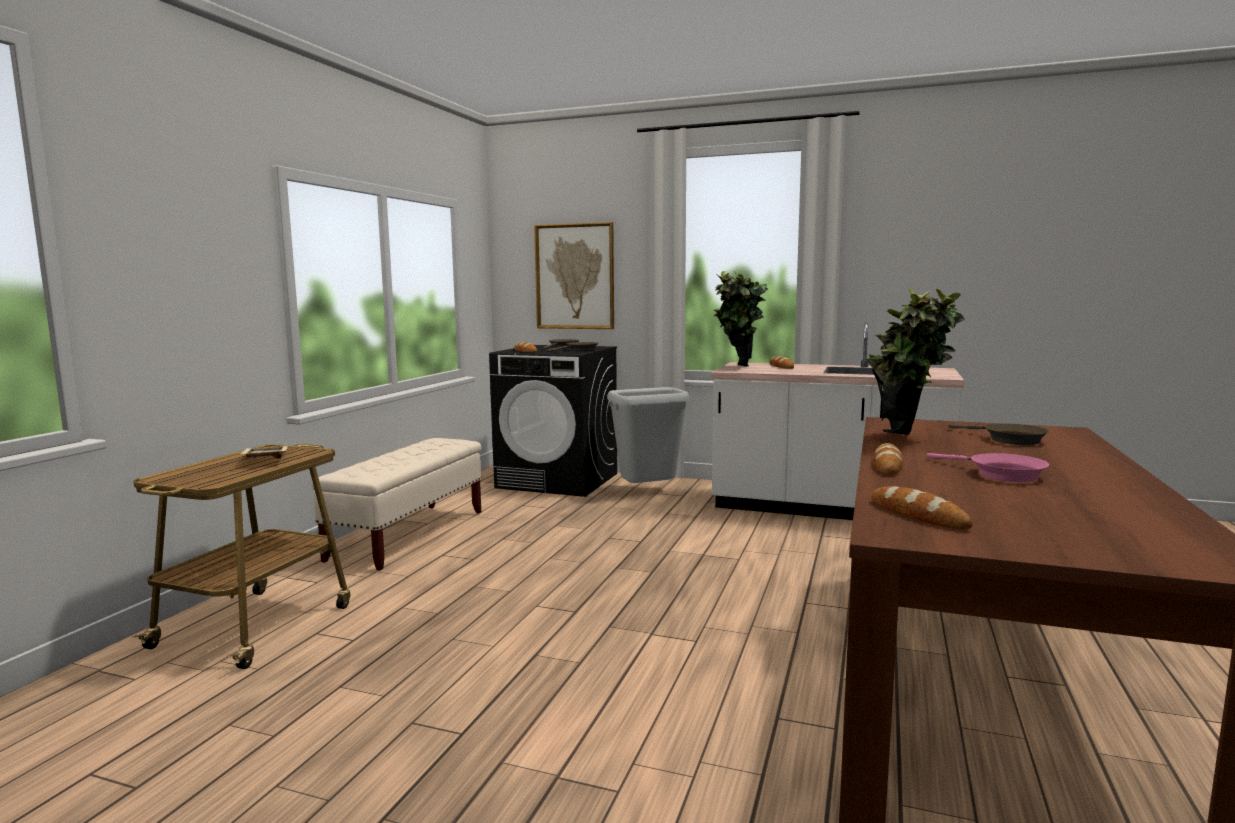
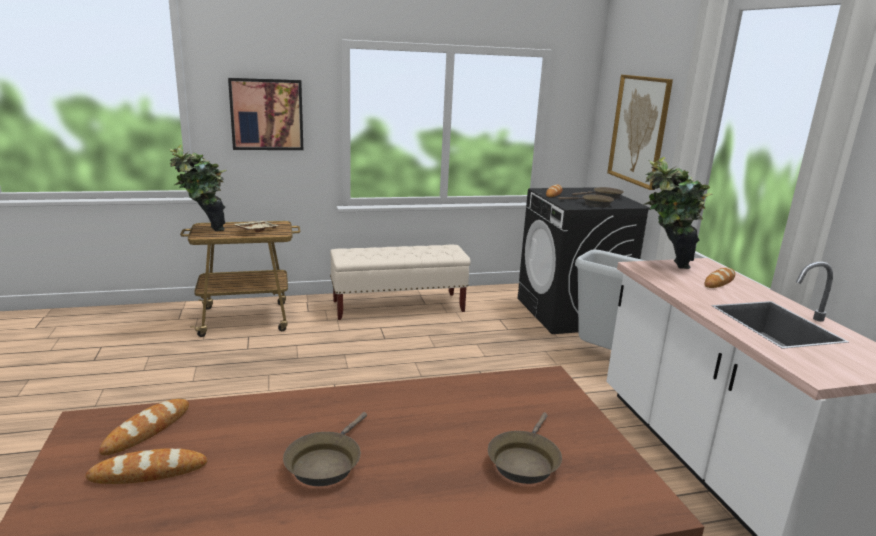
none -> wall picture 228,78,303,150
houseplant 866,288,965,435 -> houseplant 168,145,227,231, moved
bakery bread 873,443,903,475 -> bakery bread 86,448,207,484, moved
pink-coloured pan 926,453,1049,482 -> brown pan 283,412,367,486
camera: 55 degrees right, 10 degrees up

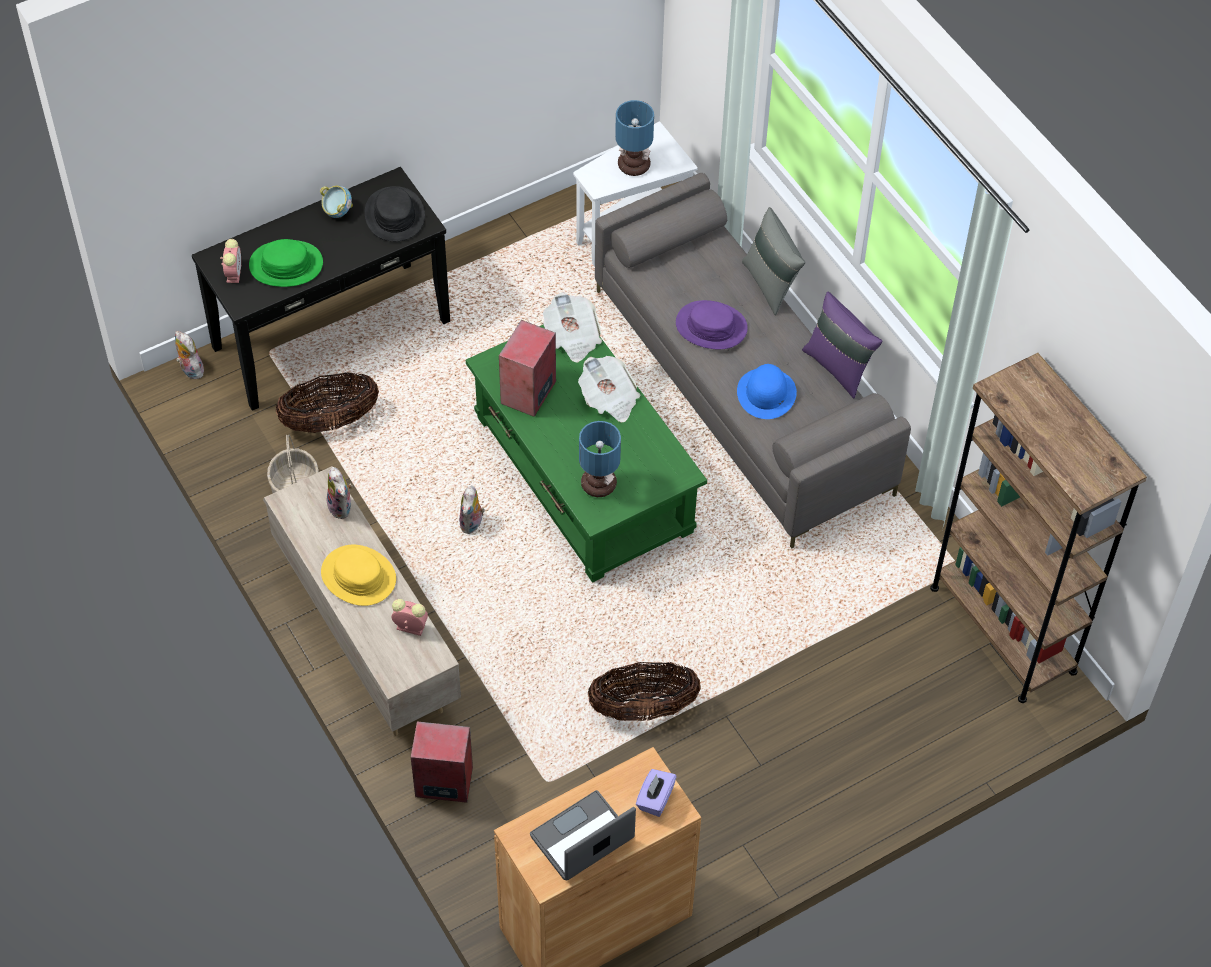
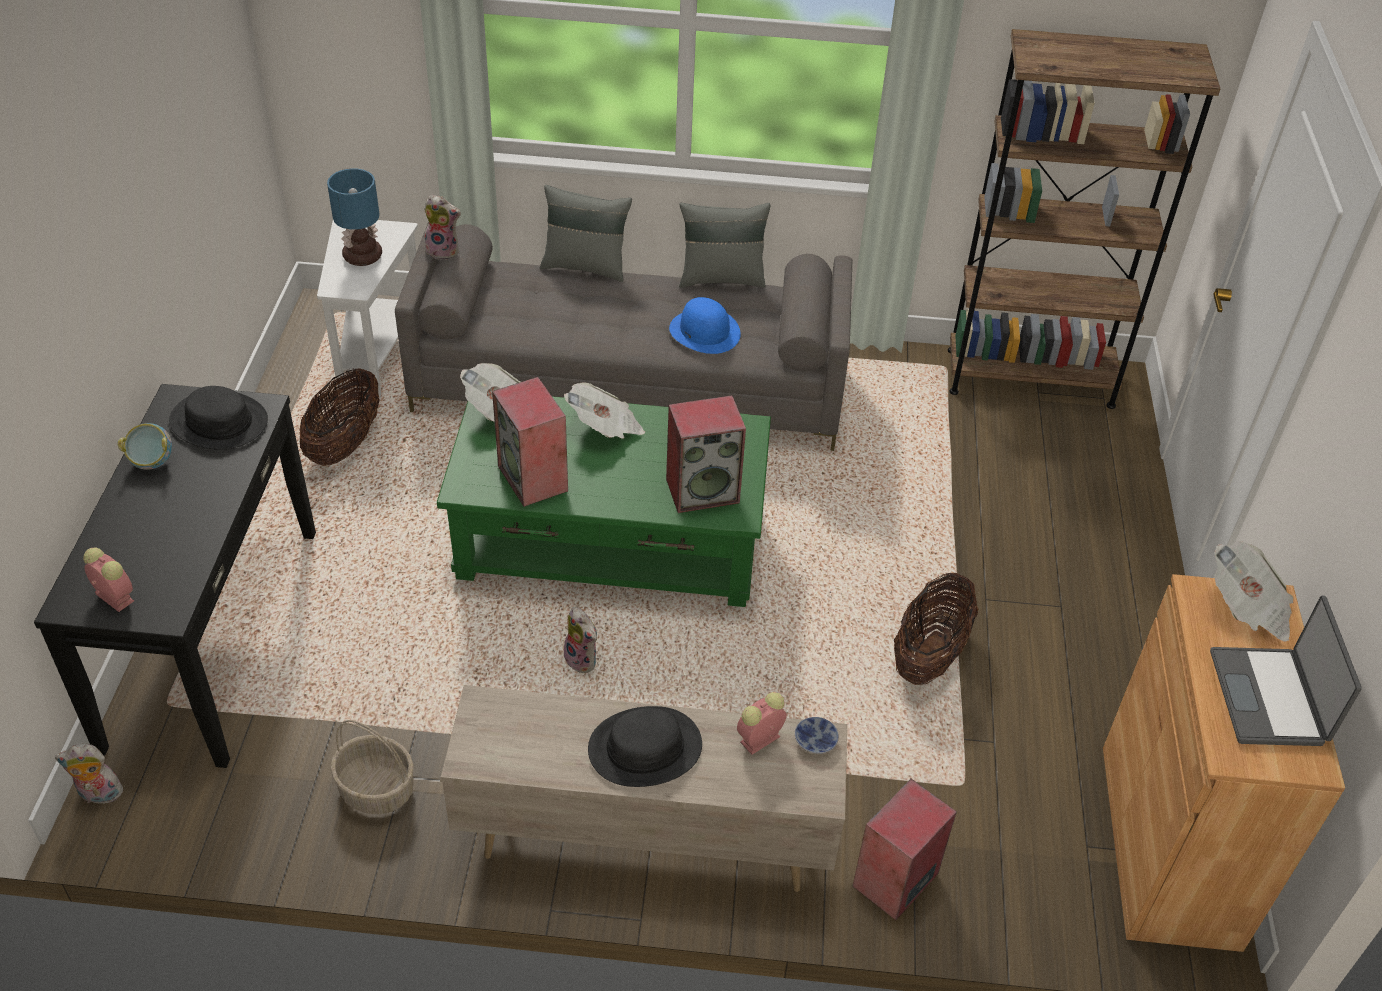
green clothing hat 249,239,323,287 -> none
purple-coloured clothing hat 676,300,748,349 -> none
none -> deep dish 795,717,839,754
household basket 276,372,379,433 -> household basket 299,368,379,466, moved
cuddly toy 327,467,353,519 -> cuddly toy 424,195,461,260, moved
tabletop lamp 579,421,621,497 -> loudspeaker 666,395,746,513
purple-coloured tissue box 636,769,677,817 -> printed paper 1215,541,1293,642
yellow clothing hat 321,545,396,606 -> blackish clothing hat 588,706,702,787
purple-coloured cushion 802,292,882,398 -> gray cushion 679,203,770,288
camera: 55 degrees left, 10 degrees down

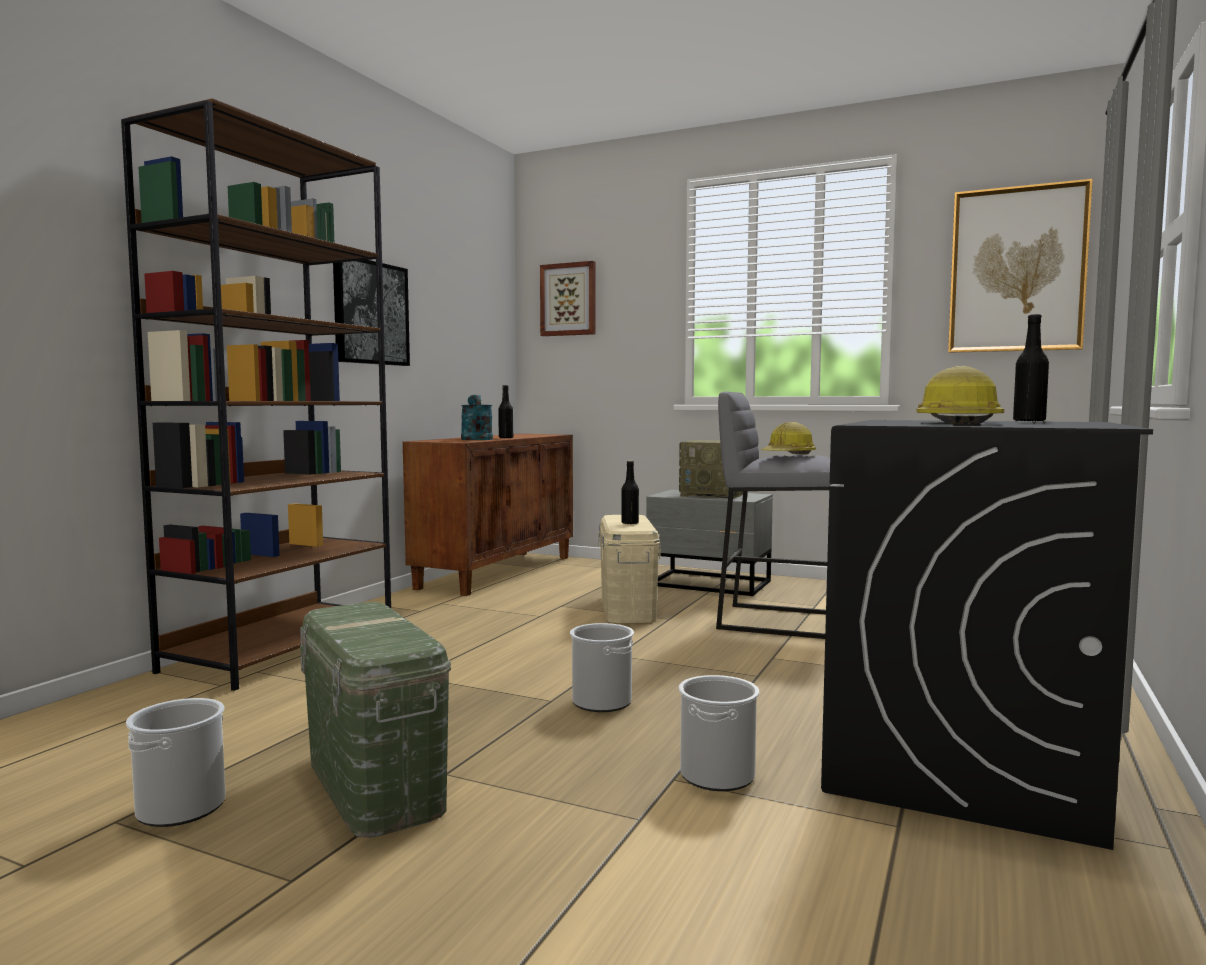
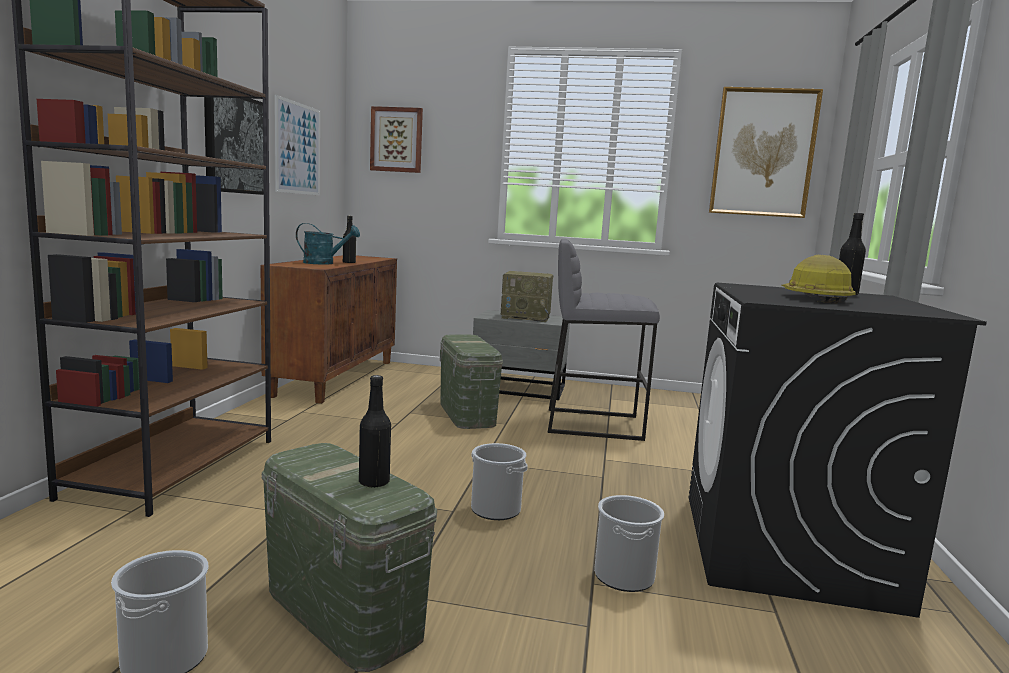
safety helmet 761,422,816,455 -> none
none -> wall picture 275,95,320,195
blackish bottle 621,461,639,524 -> blackish bottle 359,375,391,488, moved
beige-coloured storage box 598,515,661,623 -> green storage box 440,335,503,429
turquoise watering pot 461,395,493,440 -> turquoise watering pot 296,223,360,264, 120 degrees clockwise
camera: 15 degrees left, 5 degrees up

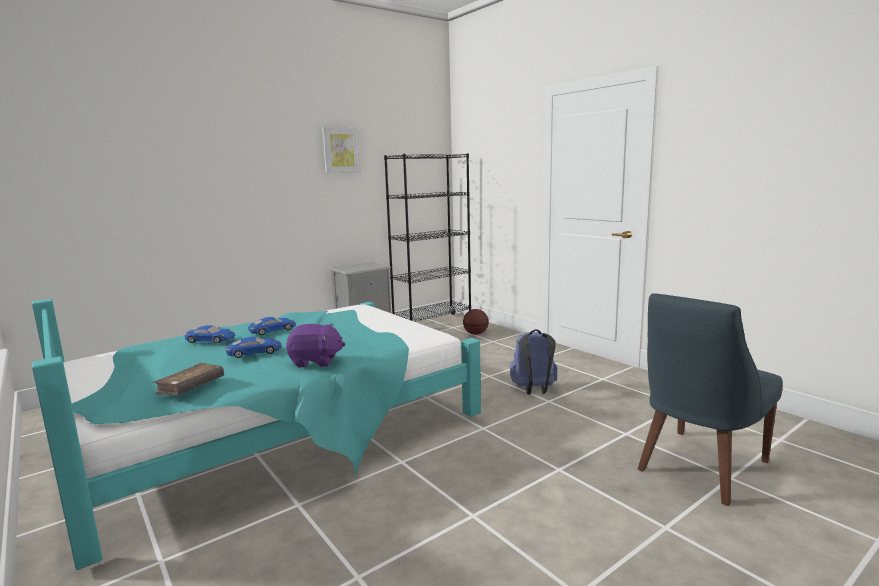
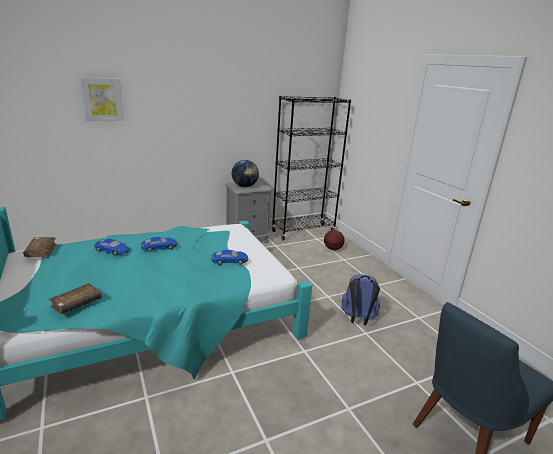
purple-coloured cuddly toy 286,324,345,367 -> none
none -> brown volume 23,237,56,258
none -> desk globe 232,160,259,187
bluish model car 226,337,282,358 -> bluish model car 212,250,248,265, moved
wall picture 322,127,361,173 -> wall picture 80,78,124,121, moved
camera: 10 degrees right, 10 degrees up

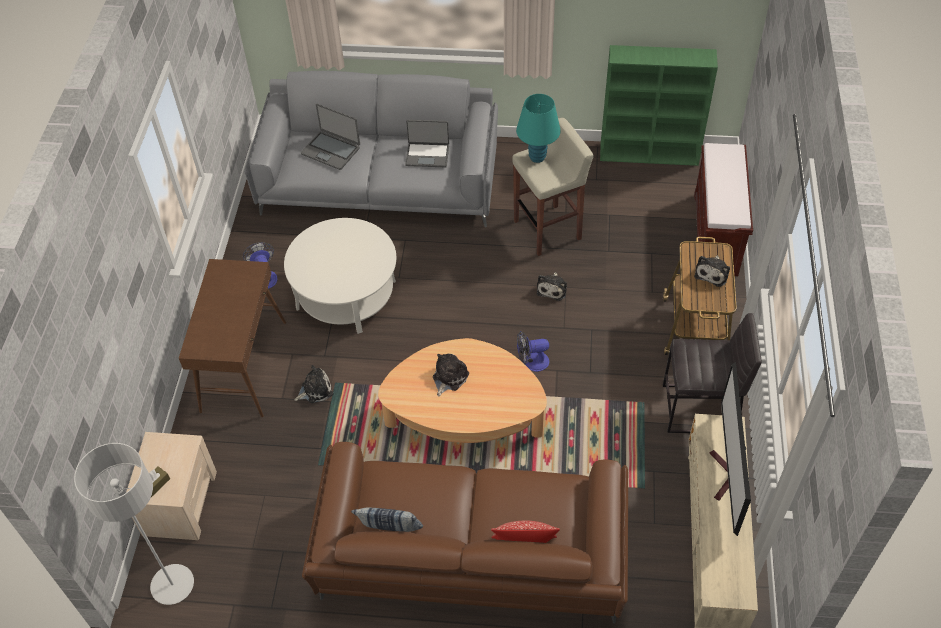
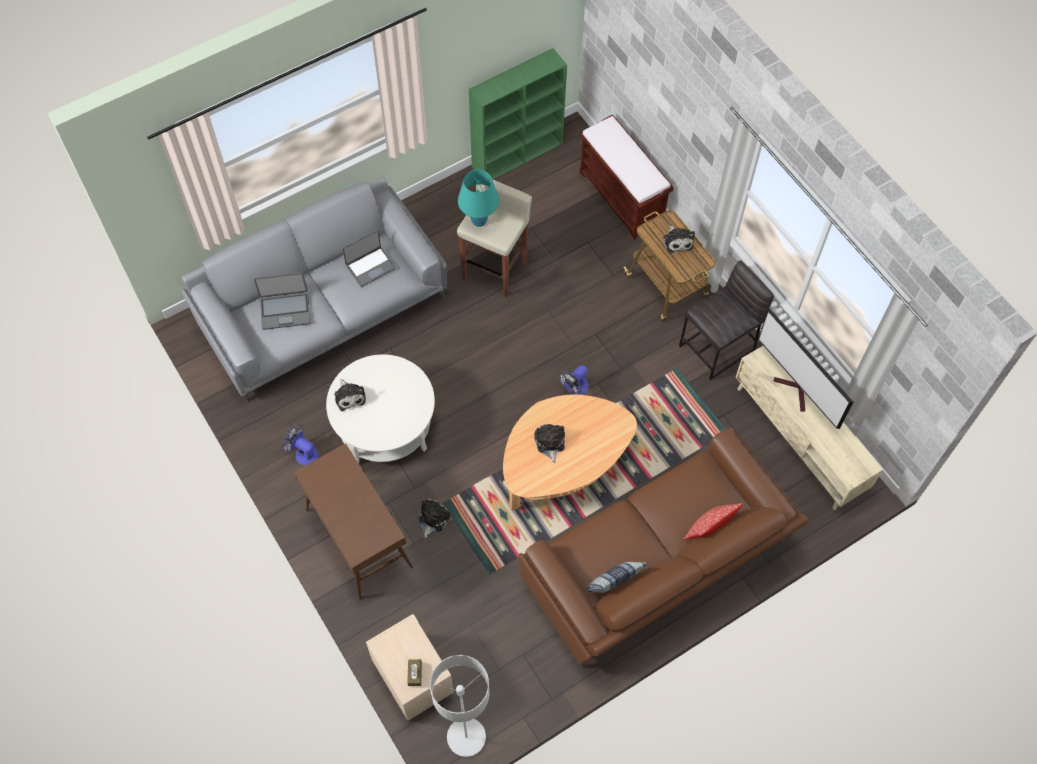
cuddly toy 537,272,567,301 -> cuddly toy 334,379,366,411, moved
camera: 40 degrees left, 10 degrees up

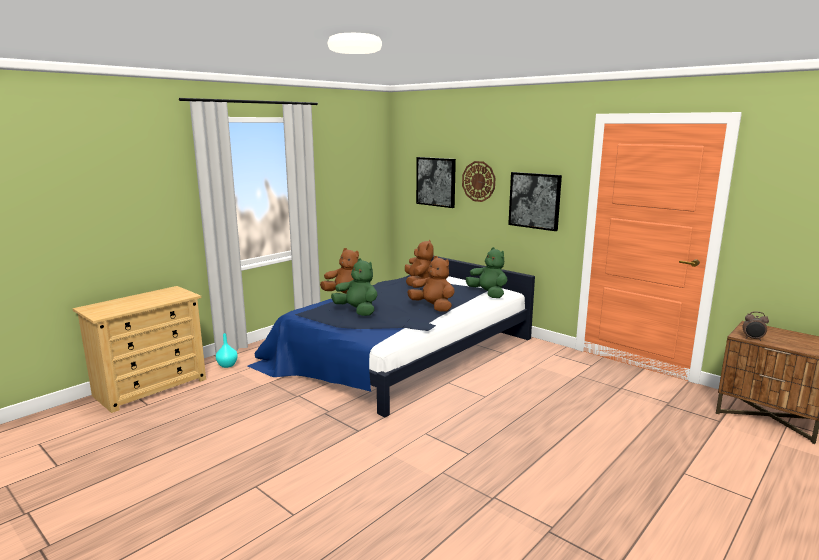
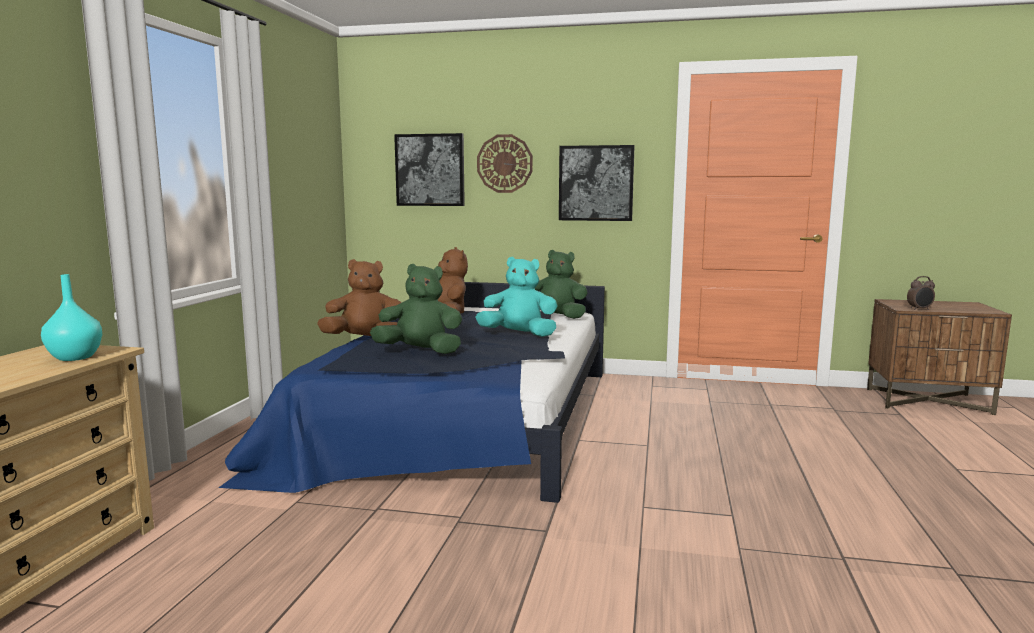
turquoise vase 216,333,238,368 -> turquoise vase 41,274,102,361, moved
brown cuddly toy 407,256,455,312 -> turquoise cuddly toy 476,257,558,337
camera: 30 degrees left, 5 degrees down

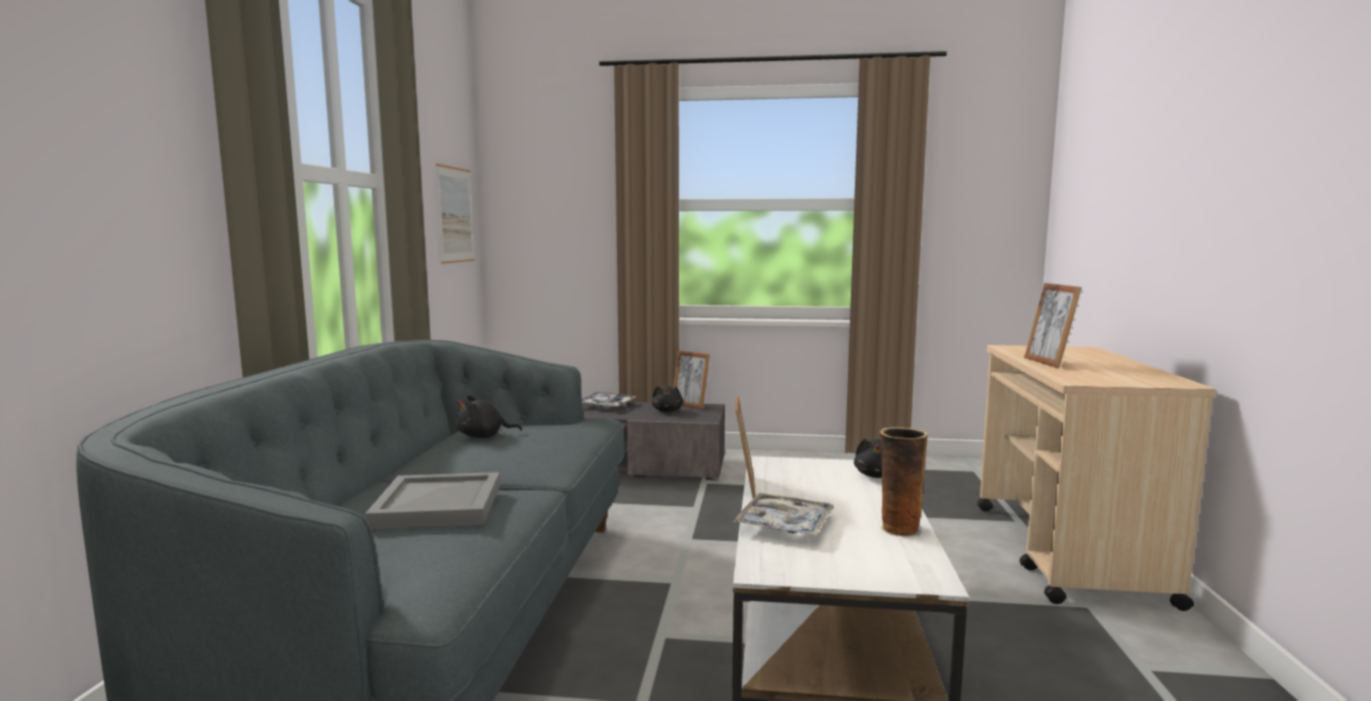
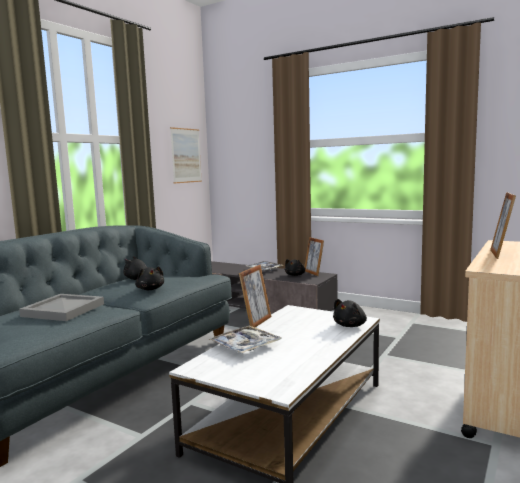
vase 880,427,928,537 -> none
none -> blackish cuddly toy 135,266,164,290
camera: 25 degrees right, 0 degrees up

